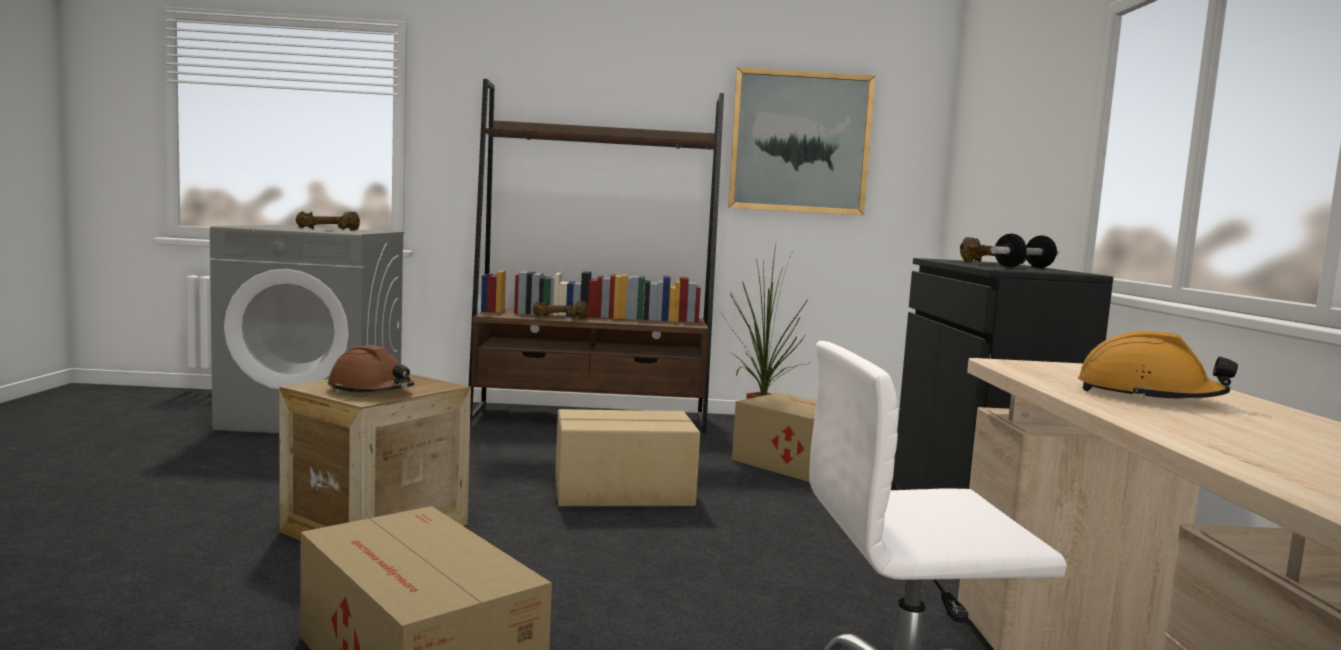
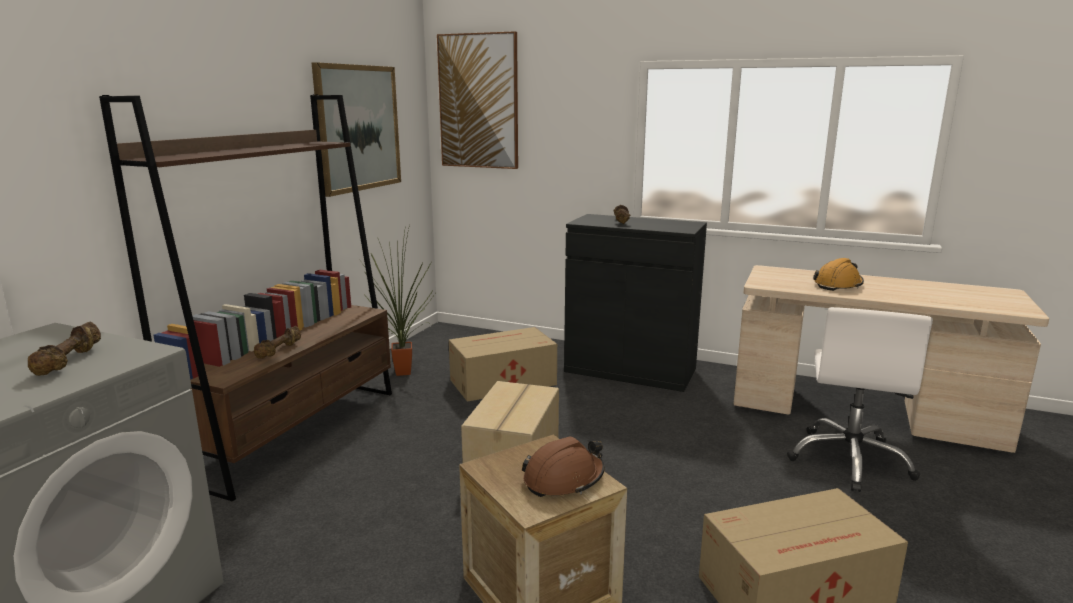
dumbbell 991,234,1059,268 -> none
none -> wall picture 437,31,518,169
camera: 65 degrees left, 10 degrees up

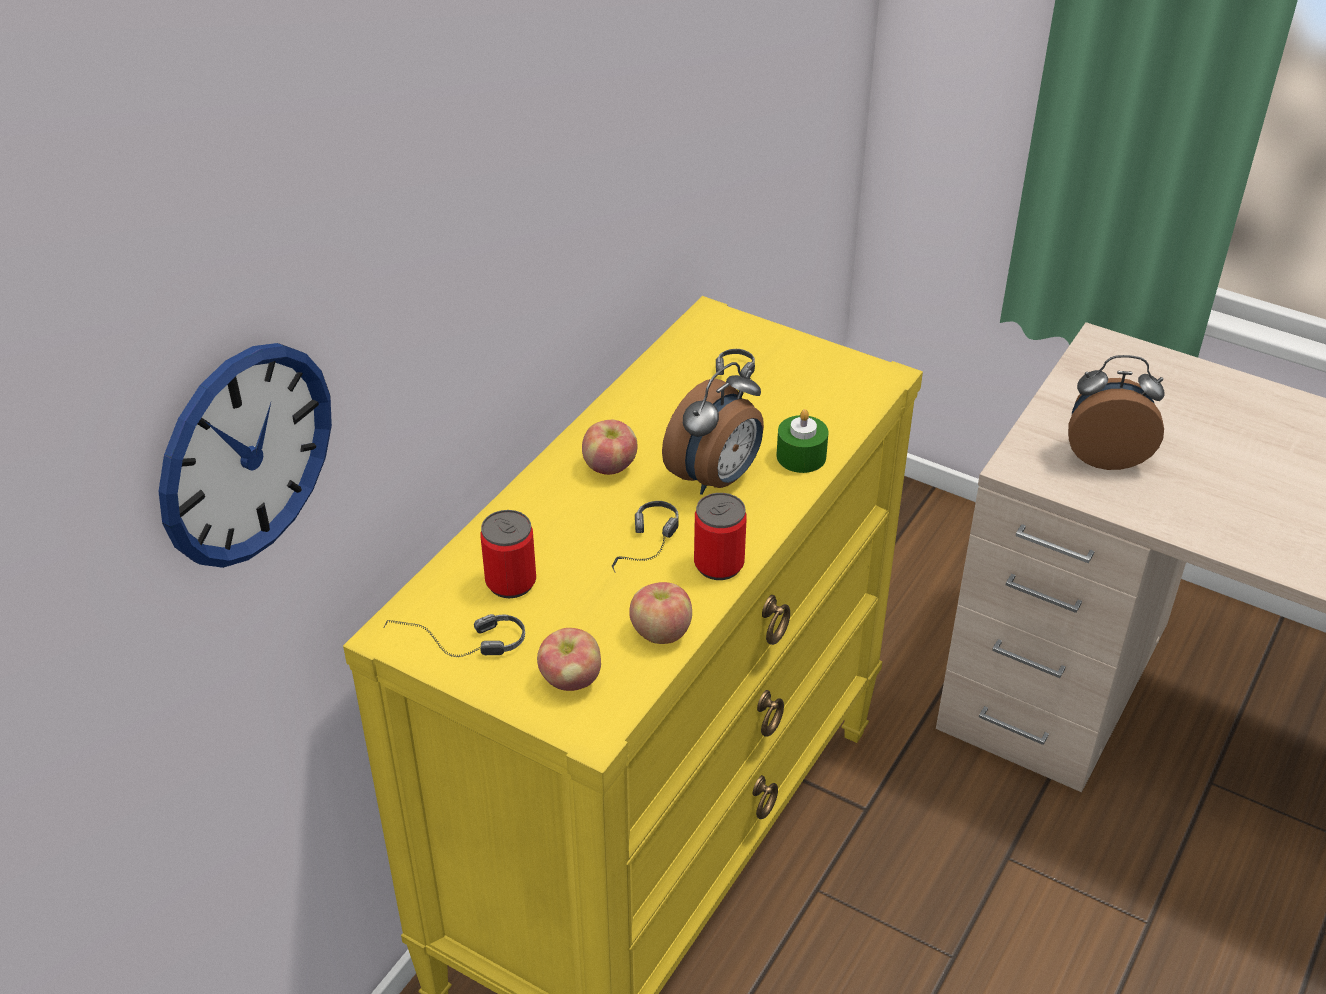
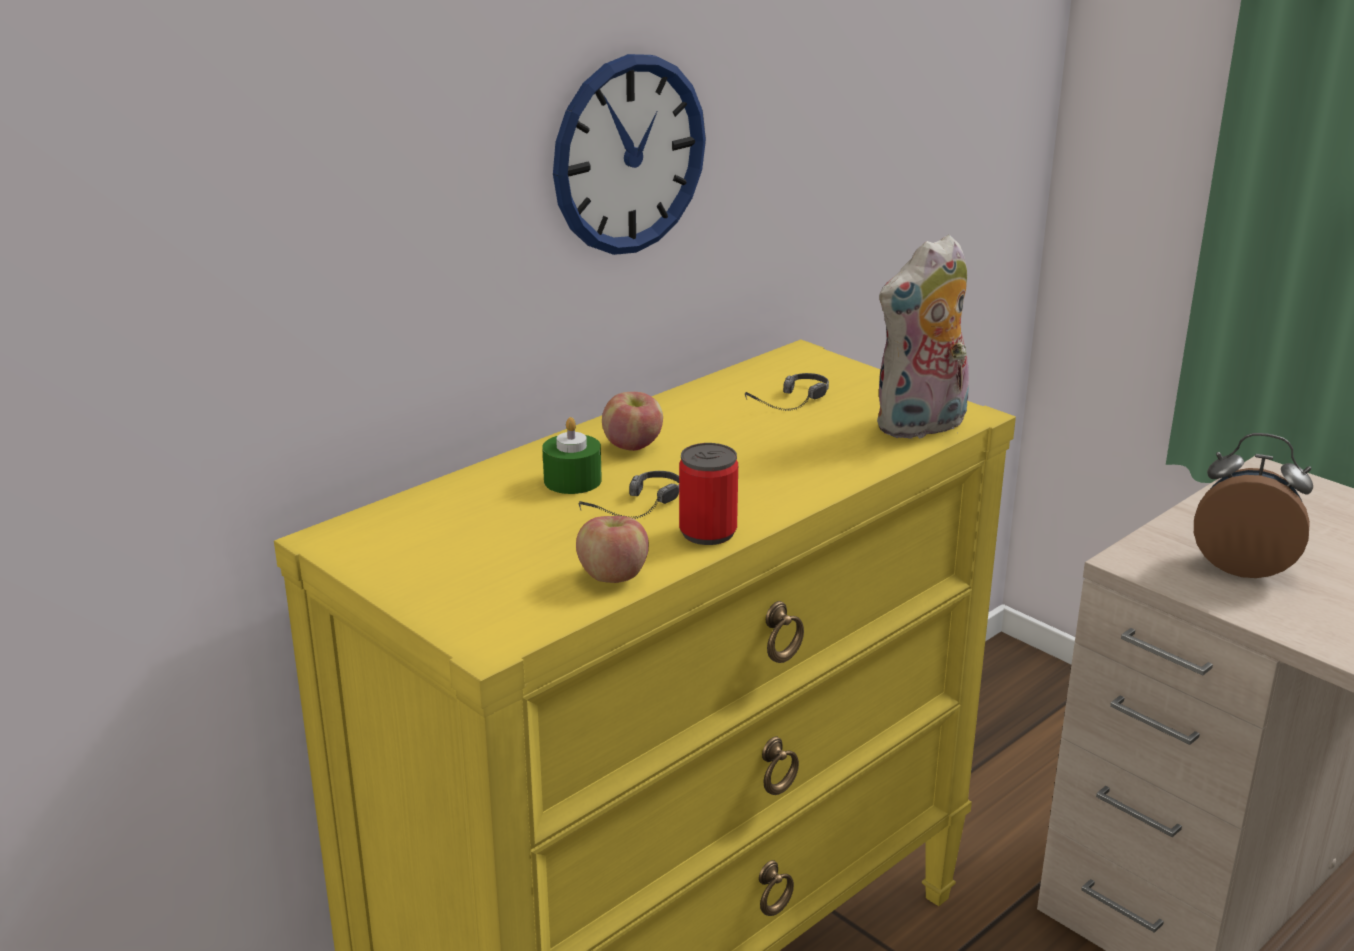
pair of headphones 384,614,525,657 -> none
sealed can 480,510,536,598 -> none
apple 537,628,601,691 -> none
table clock 662,362,764,495 -> none
none -> cuddly toy 877,234,969,440
hanging clock 159,343,332,568 -> hanging clock 553,54,706,255, moved
green wax candle 776,409,828,473 -> green wax candle 542,417,602,494, moved
camera: 15 degrees right, 15 degrees down

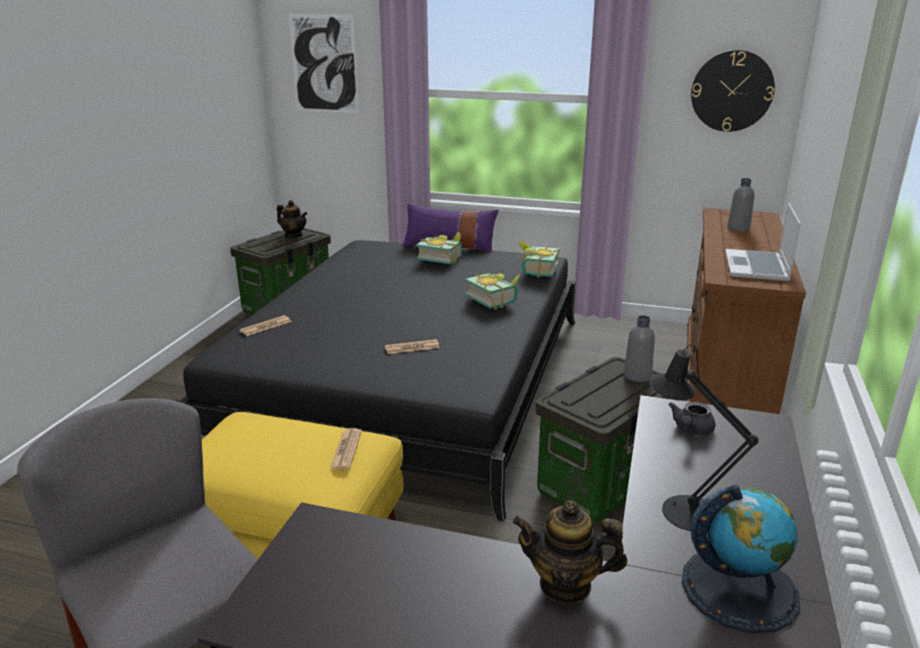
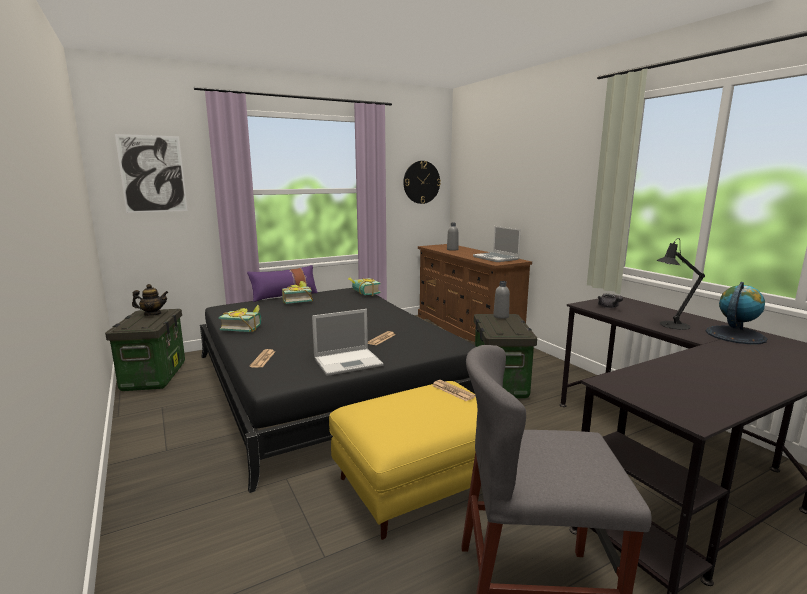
tea pot 513,500,627,604 -> none
none -> portable computer 312,309,384,376
volume 465,273,521,310 -> volume 219,305,261,332, moved
camera: 45 degrees left, 10 degrees down

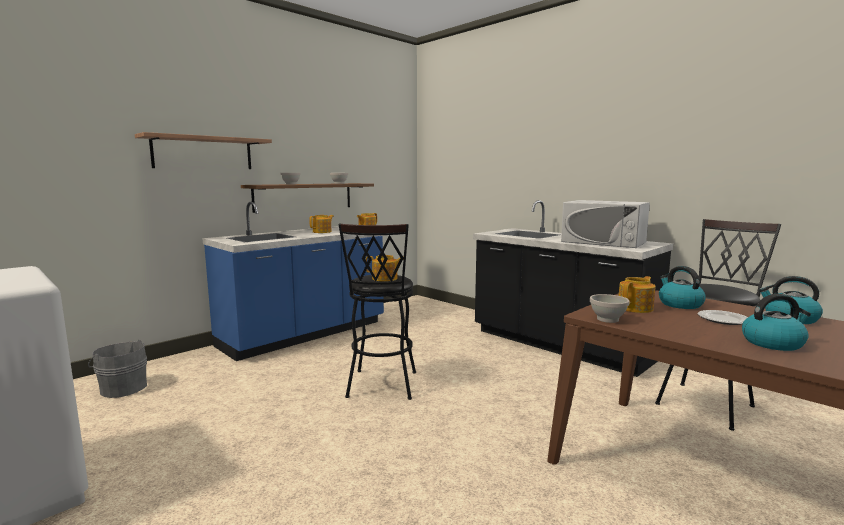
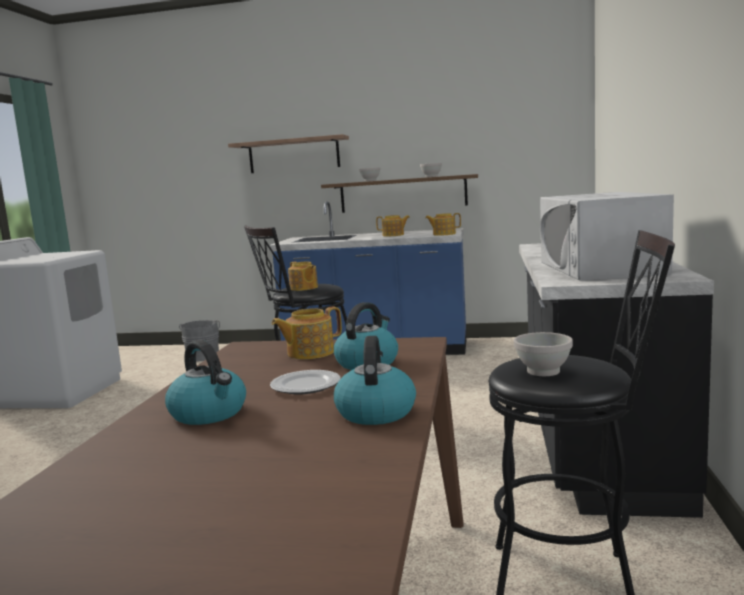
white-coloured deep dish 590,294,629,323 -> white-coloured deep dish 514,332,573,376, moved
tea pot 618,276,656,313 -> tea pot 271,307,342,359, 135 degrees clockwise
camera: 55 degrees right, 0 degrees up

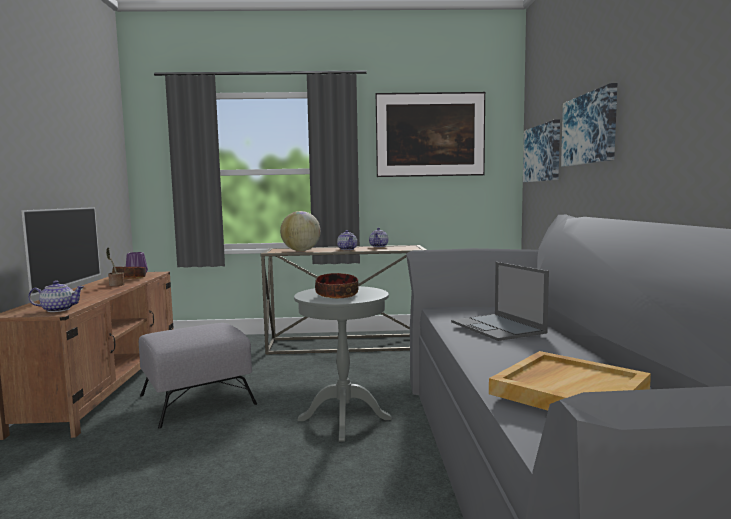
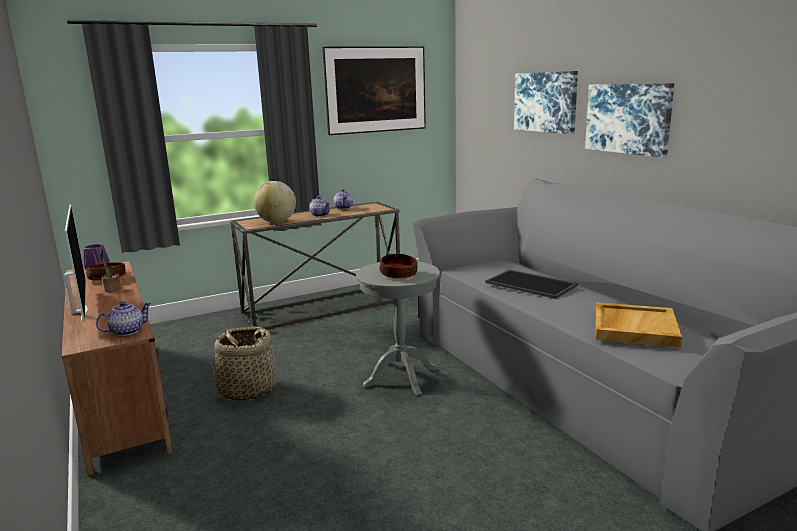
wall picture 523,119,560,182 -> wall picture 585,83,674,157, moved
gray ottoman 139,323,257,429 -> household basket 211,326,278,401
portable computer 451,262,549,341 -> serving tray 486,269,578,299
camera: 25 degrees left, 10 degrees up

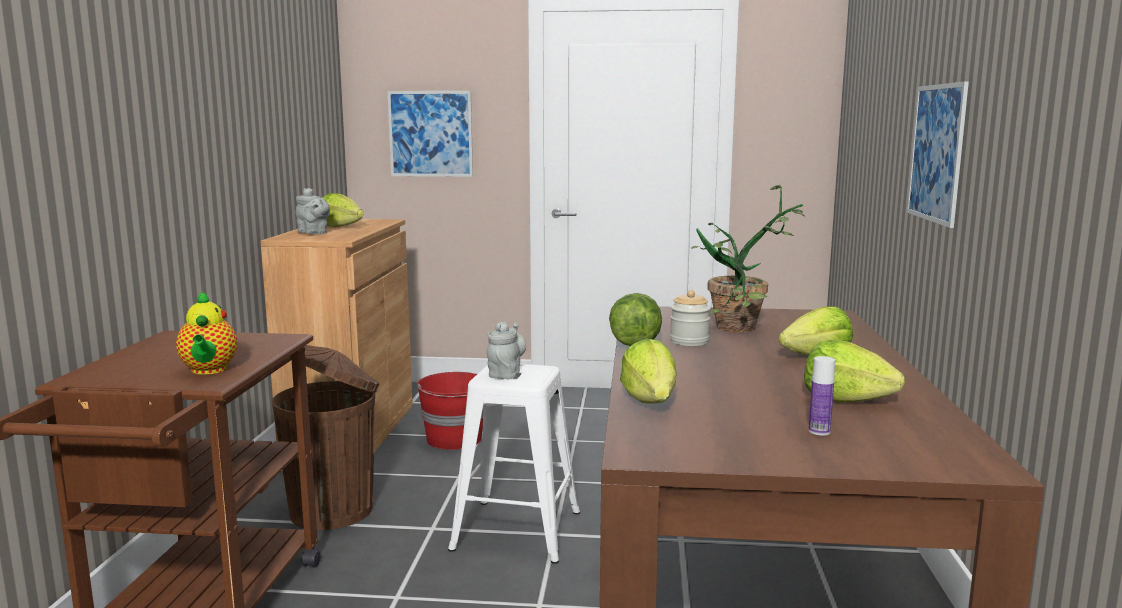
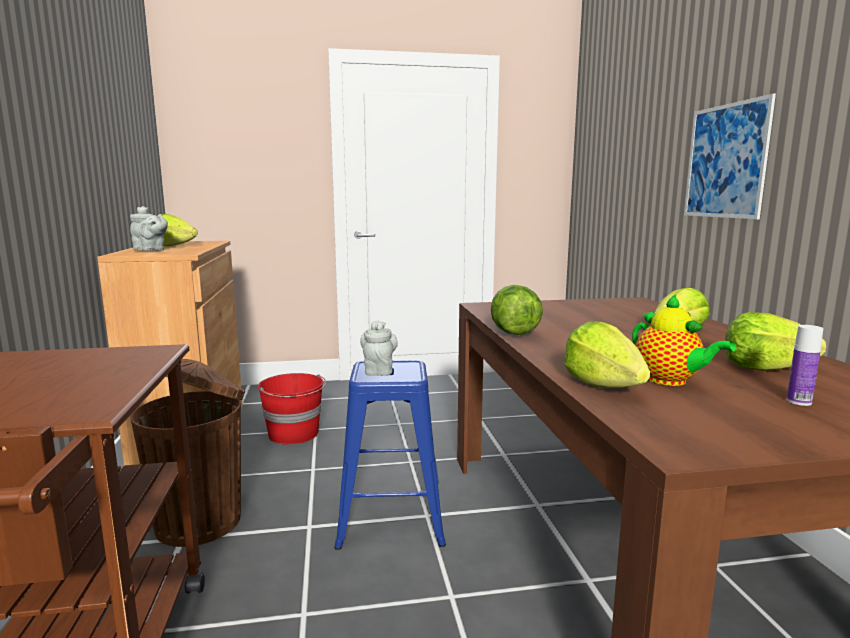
wall picture 387,91,473,177 -> none
preserve jar 670,290,710,346 -> none
houseplant 691,185,806,332 -> none
tea pot 176,290,238,375 -> tea pot 632,294,736,386, moved
white-coloured stool seat 448,364,580,564 -> bluish stool seat 334,360,446,550
camera: 15 degrees left, 0 degrees up

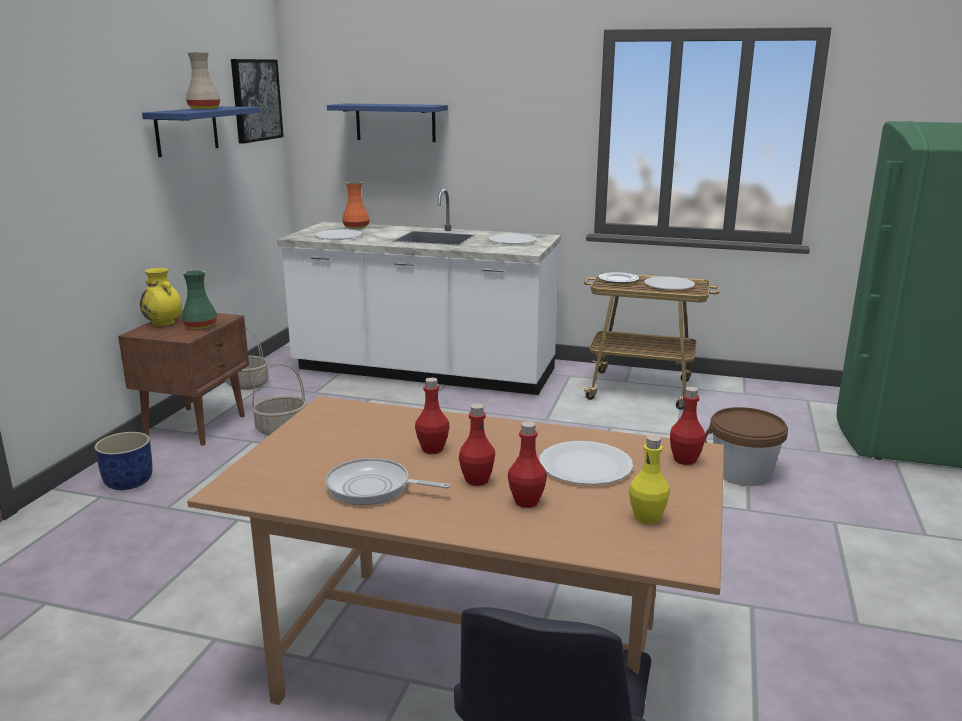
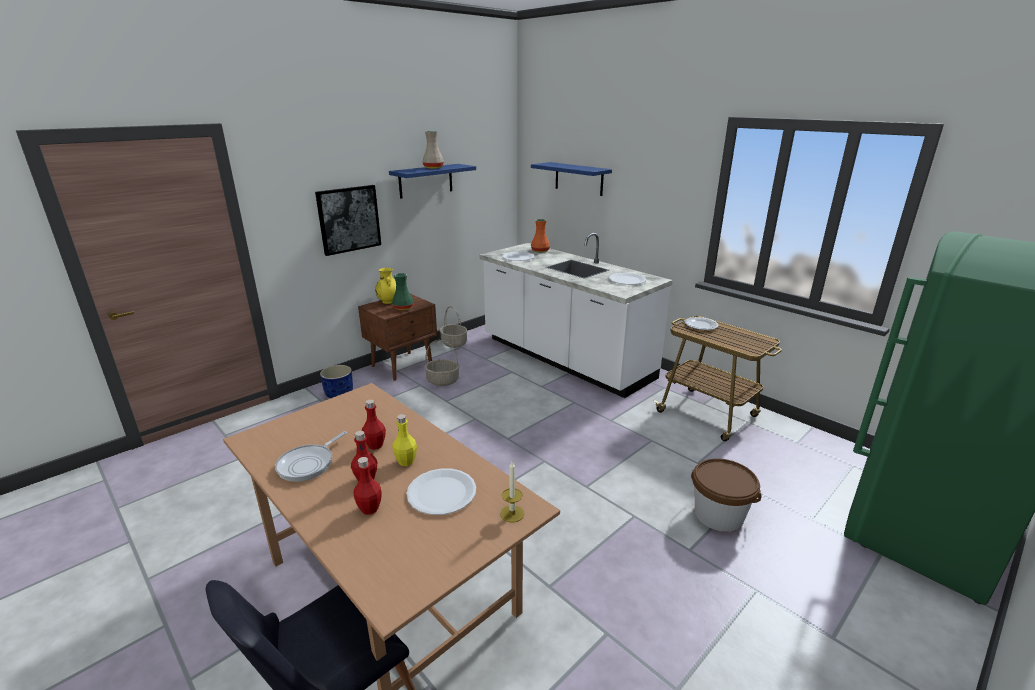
white-coloured flat dish 644,276,695,290 -> none
wall picture 231,59,284,144 -> wall picture 315,185,381,256, moved
yellow bottle 629,435,670,524 -> yellow bottle 392,414,417,466, moved
reddish bottle 670,387,705,465 -> wax candle 500,462,524,523
pan 325,458,450,505 -> pan 275,431,347,482, 105 degrees counterclockwise
camera: 30 degrees right, 5 degrees up

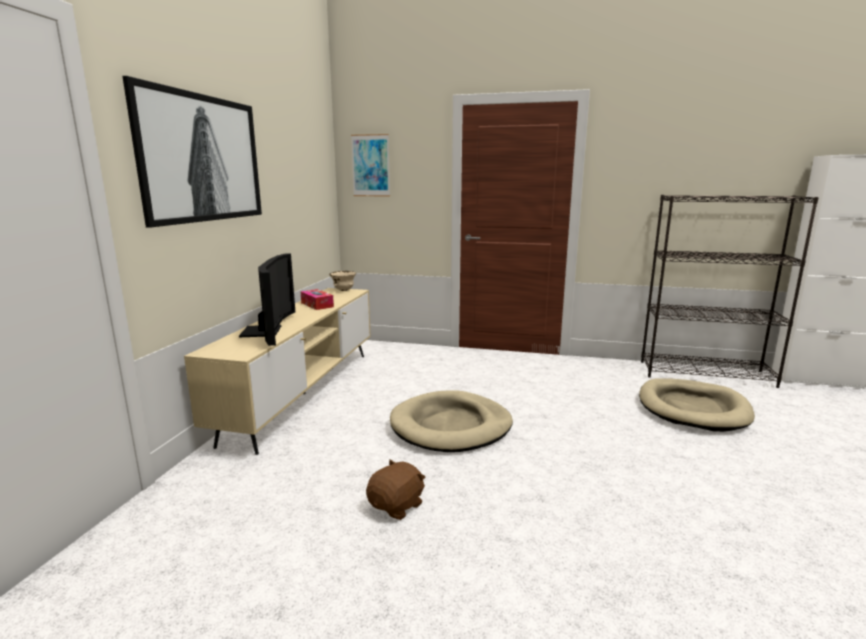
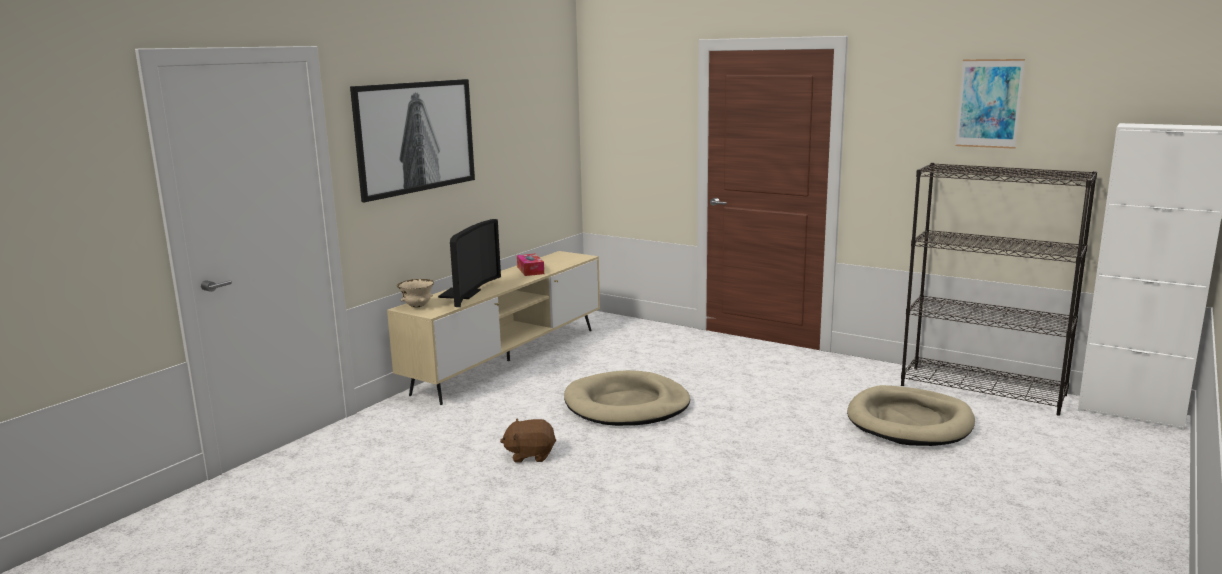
beige-coloured deep dish 329,271,356,291 -> beige-coloured deep dish 397,279,434,308, moved
wall picture 351,134,390,196 -> wall picture 955,59,1025,149, moved
brown cuddly toy 366,460,426,520 -> brown cuddly toy 500,418,556,462, 150 degrees counterclockwise
camera: 20 degrees right, 0 degrees up

